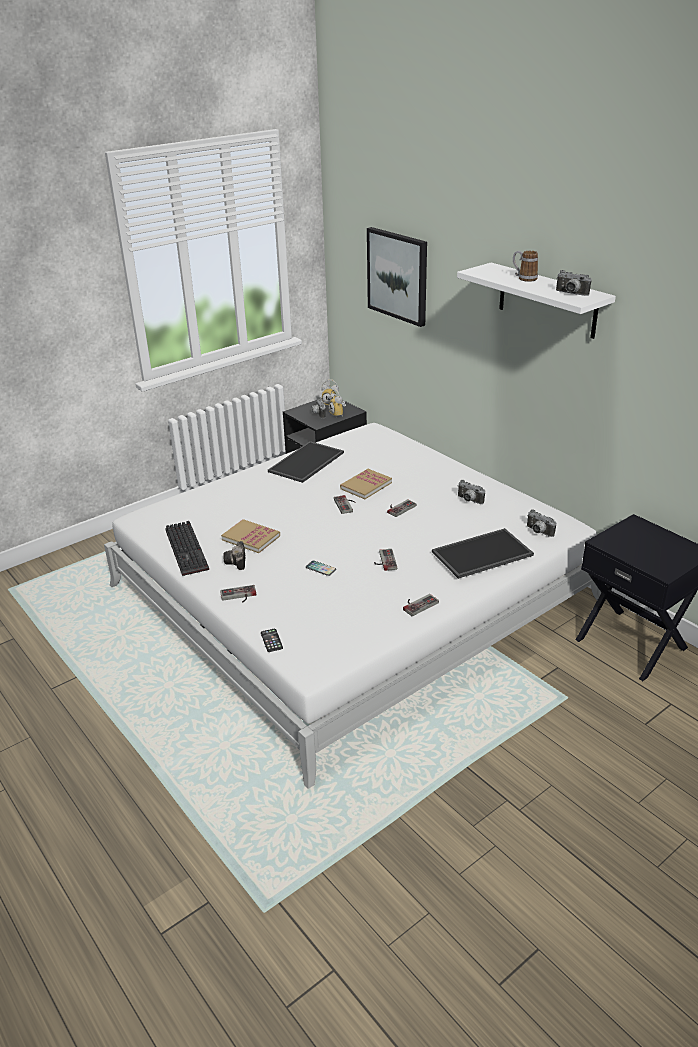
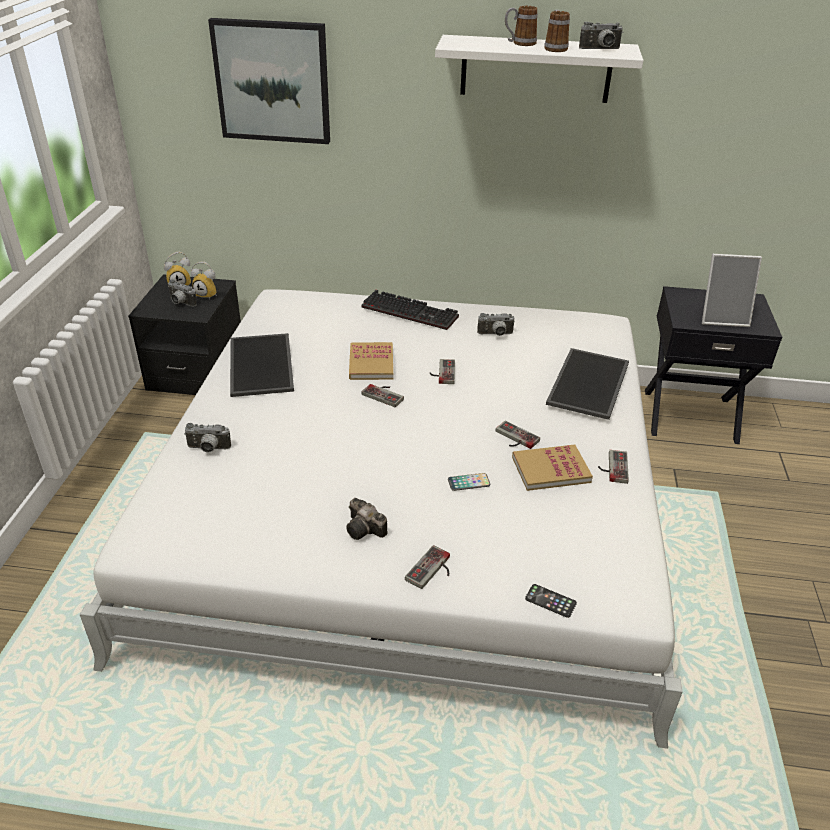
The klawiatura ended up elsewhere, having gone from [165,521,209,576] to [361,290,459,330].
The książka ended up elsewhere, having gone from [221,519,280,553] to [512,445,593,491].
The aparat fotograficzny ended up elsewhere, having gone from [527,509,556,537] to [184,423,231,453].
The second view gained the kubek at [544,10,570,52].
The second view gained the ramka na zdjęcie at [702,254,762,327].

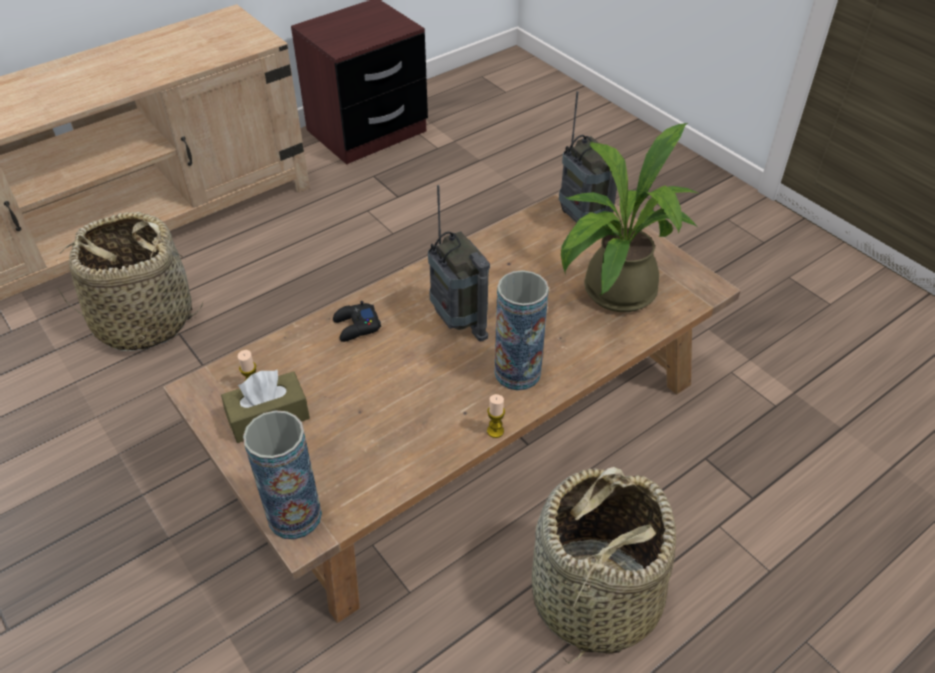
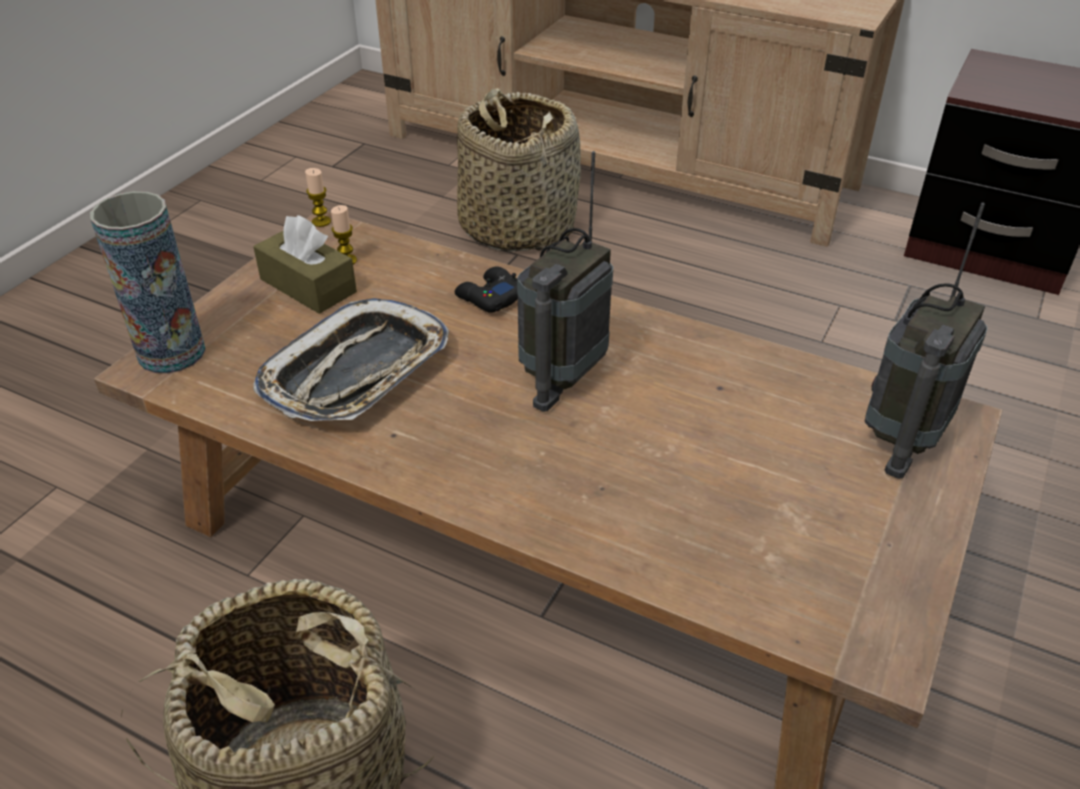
The świeca ended up elsewhere, having gone from [487,394,505,438] to [305,168,331,227].
The second view lost the wazon at [494,270,549,391].
The second view lost the roślina doniczkowa at [561,123,700,312].
The second view gained the taca at [253,298,449,421].

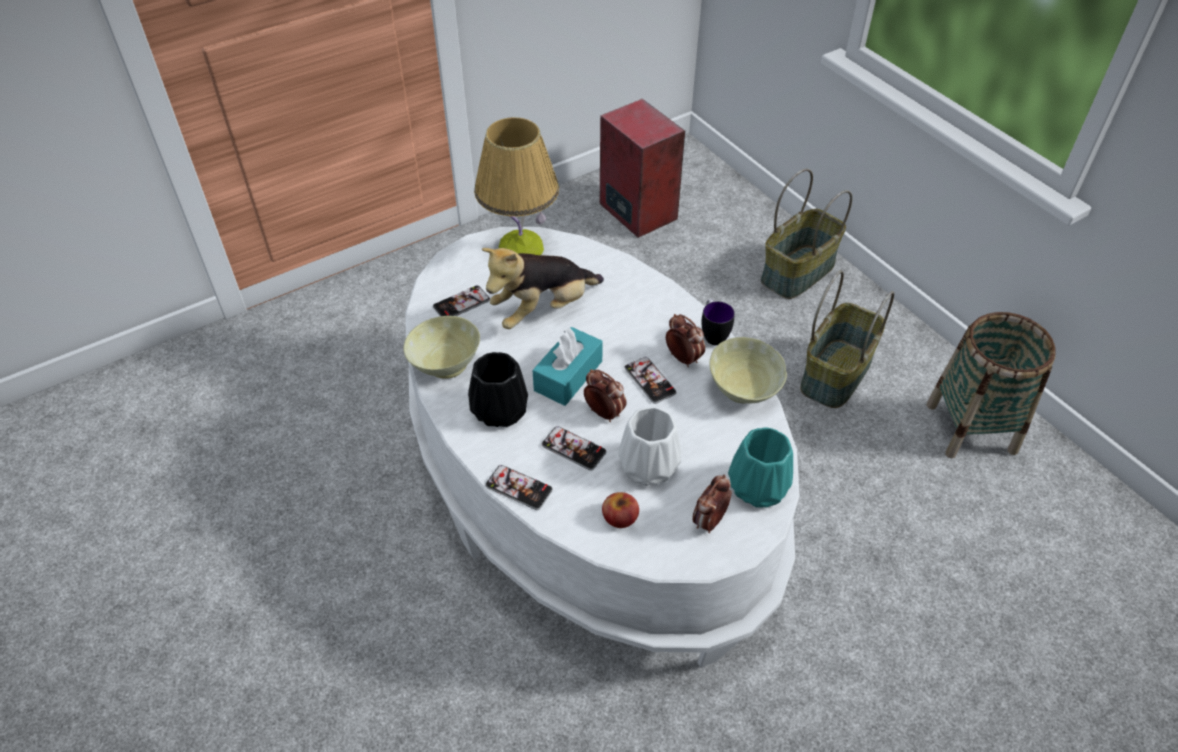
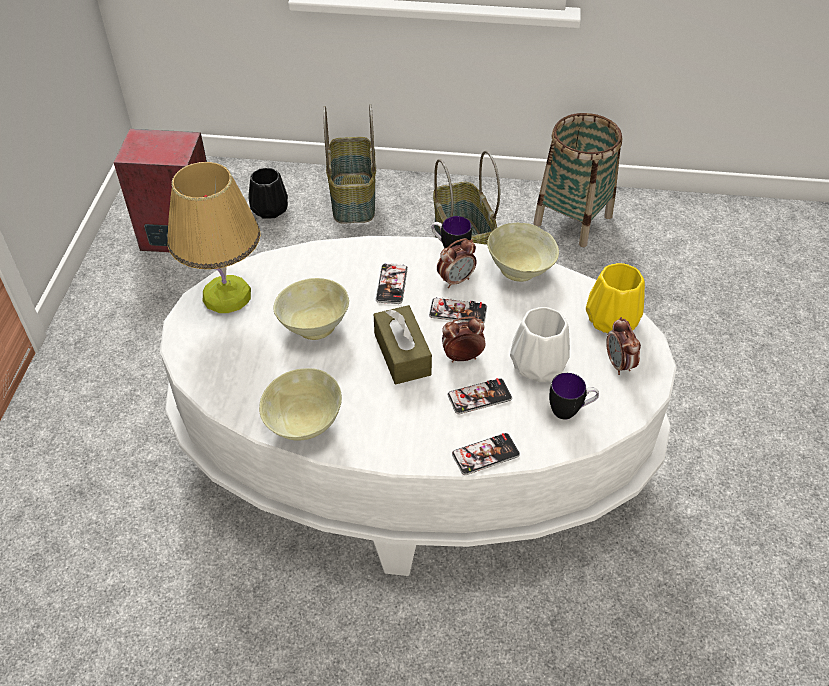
The telefon ended up elsewhere, having gone from [433,285,490,316] to [376,263,408,304].
The wazon [czarny] ended up elsewhere, having gone from [468,352,528,427] to [248,168,288,219].
Where the pluszak stood at [482,248,604,329], the miska [beżowy] came to stand at [274,278,349,340].
What was the pudełko chusteczek [turkusowy] at [532,327,603,406] turned into the pudełko chusteczek [brązowy] at [374,305,432,384].
Where the jabłko stood at [602,492,639,528], the kubek came to stand at [549,373,599,420].
The budzik at [666,314,705,367] ended up facing another way, 150 degrees clockwise from before.
What was the wazon [turkusowy] at [728,427,793,508] turned into the wazon [żółty] at [586,263,645,334].

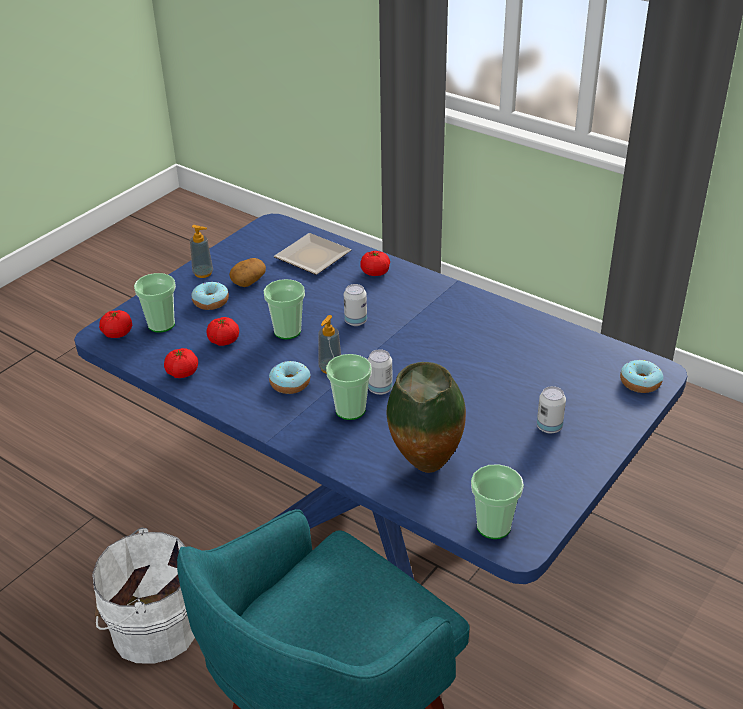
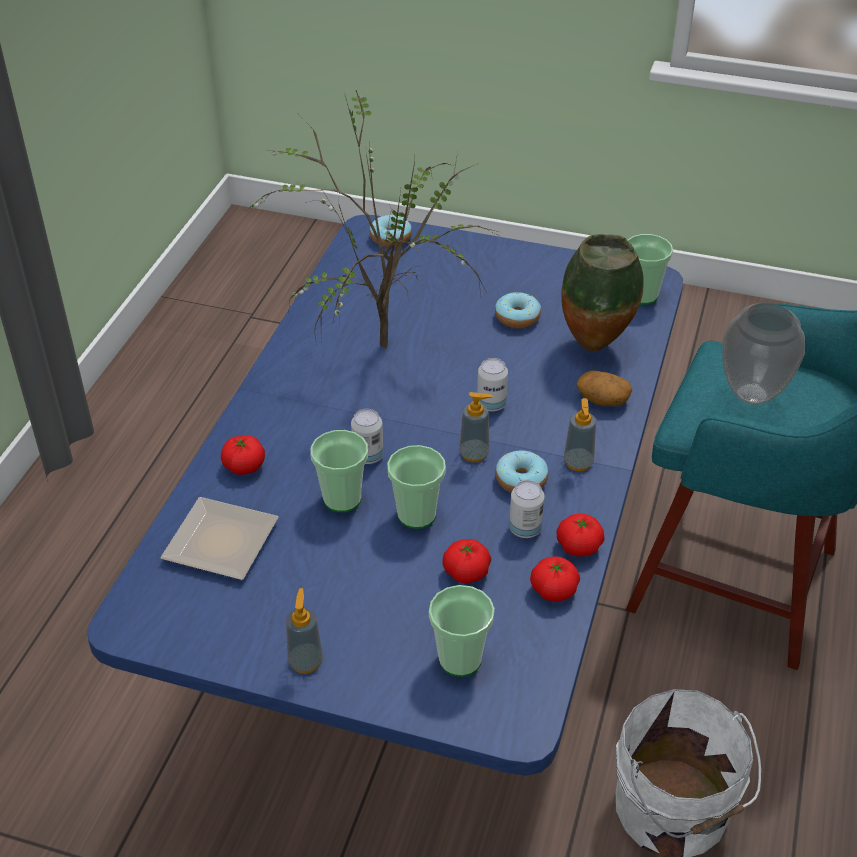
The pomidor ended up elsewhere, having gone from [99,310,132,338] to [557,514,605,557].
The donut ended up elsewhere, having gone from [192,282,229,310] to [495,292,541,328].
The ziemniak ended up elsewhere, having gone from [229,258,266,287] to [577,370,632,406].
The filiżanka ended up elsewhere, having gone from [326,354,372,420] to [310,430,368,512].
The puszka ended up elsewhere, having gone from [537,386,566,433] to [509,480,545,538].
The second view gained the roślina doniczkowa at [247,90,498,348].
The second view gained the dozownik mydła at [563,398,596,471].
The second view gained the wazon at [722,303,805,405].

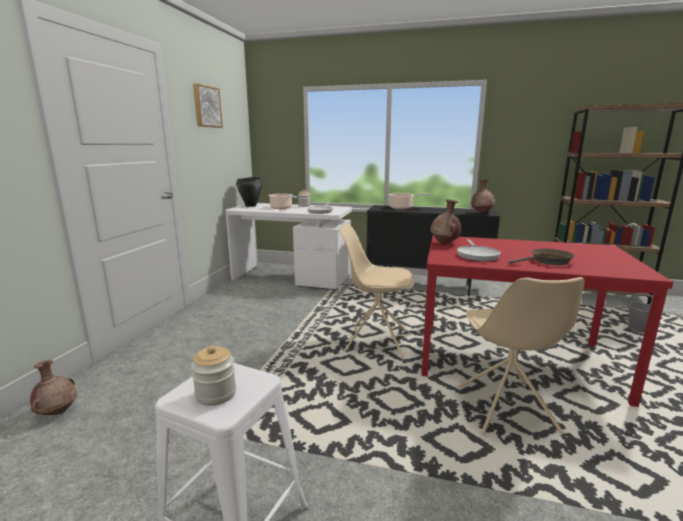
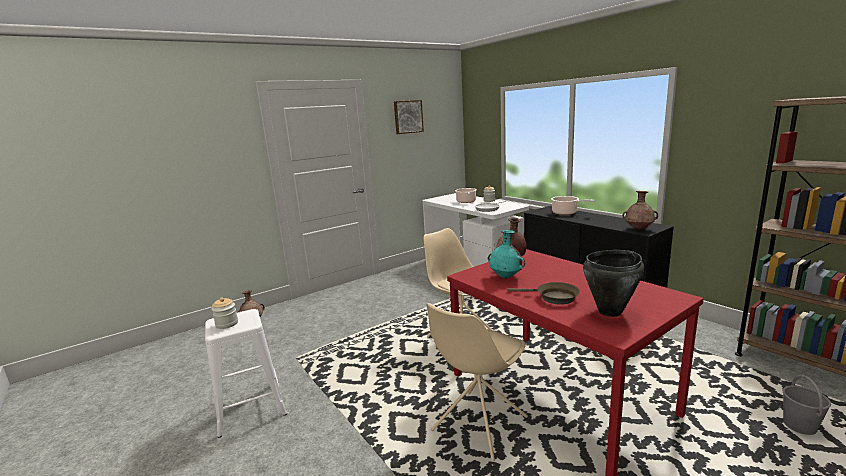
The garnek [czarny] ended up elsewhere, having gone from [236,177,263,207] to [583,250,644,317].
Where the patelnia stood at [457,239,501,261], the wazon [turkusowy] came to stand at [488,230,525,279].

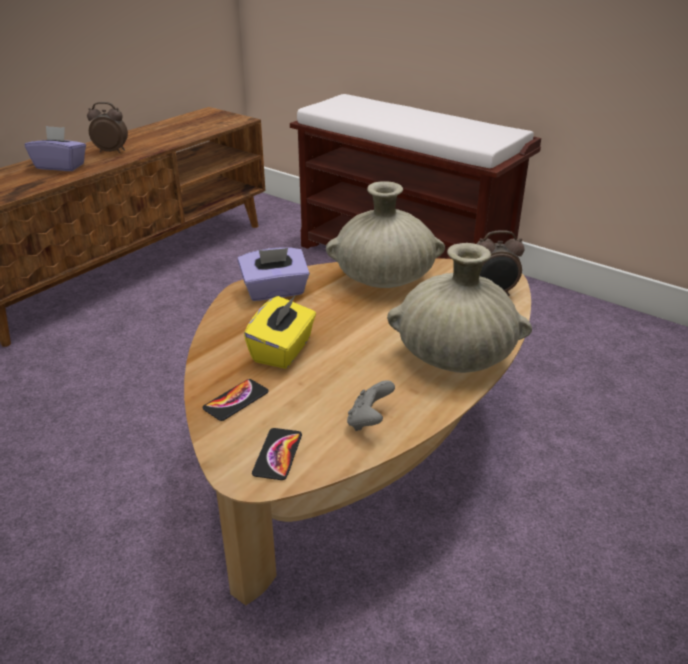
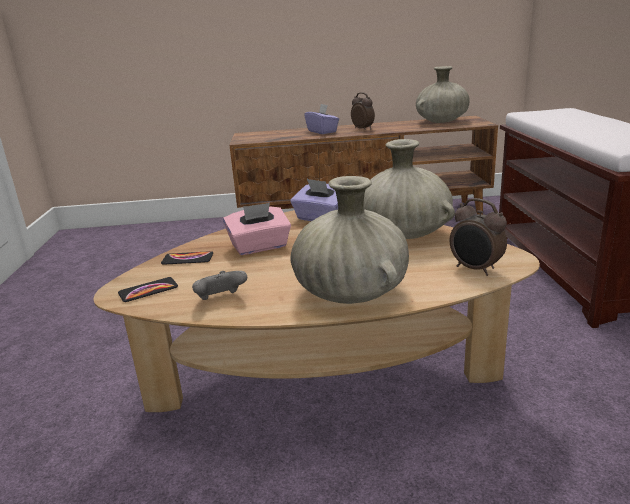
What was the pudełko chusteczek [żółty] at [244,296,316,369] turned into the pudełko chusteczek [różowy] at [223,203,291,255].
The second view gained the wazon [beżowy] at [416,66,470,123].

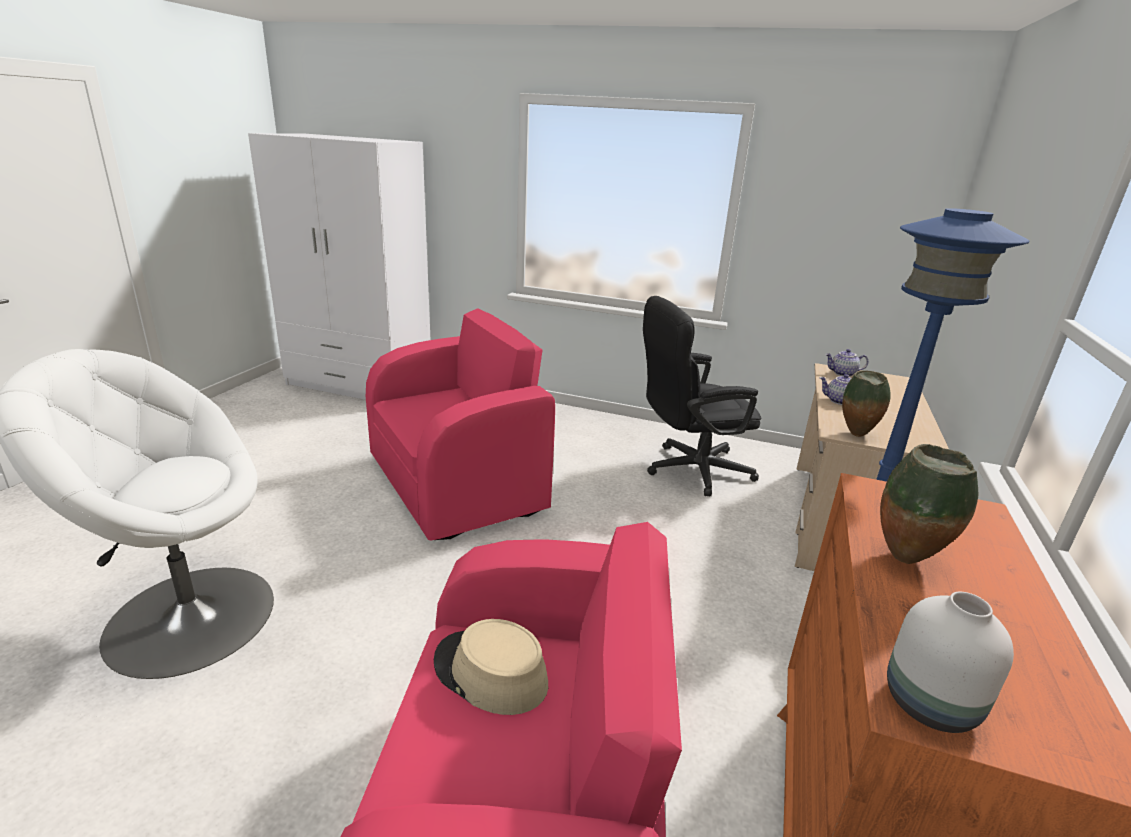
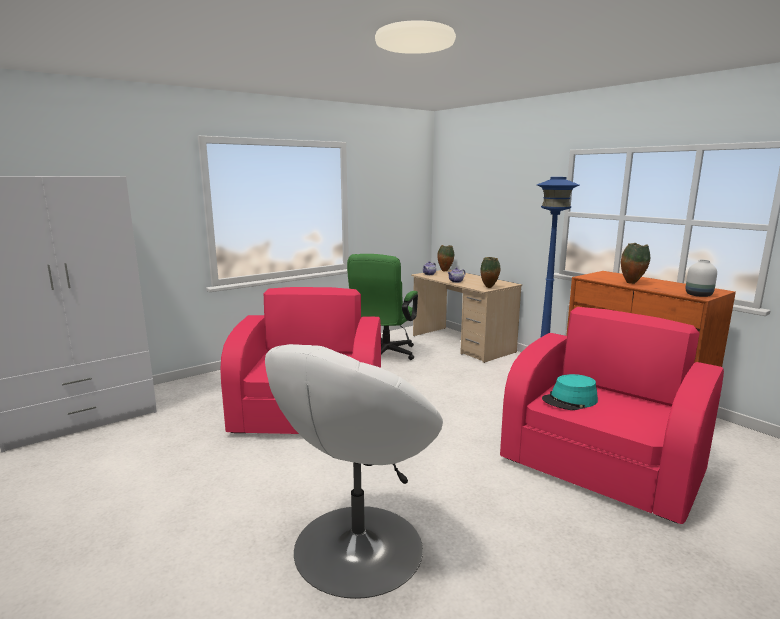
What was the kapelusz [beżowy] at [434,619,548,715] turned into the kapelusz [turkusowy] at [542,374,598,410].
What was the krzesło biurowe [czarny] at [643,296,762,497] turned into the krzesło biurowe [zielony] at [347,254,418,360].
The second view gained the wazon at [437,245,454,271].

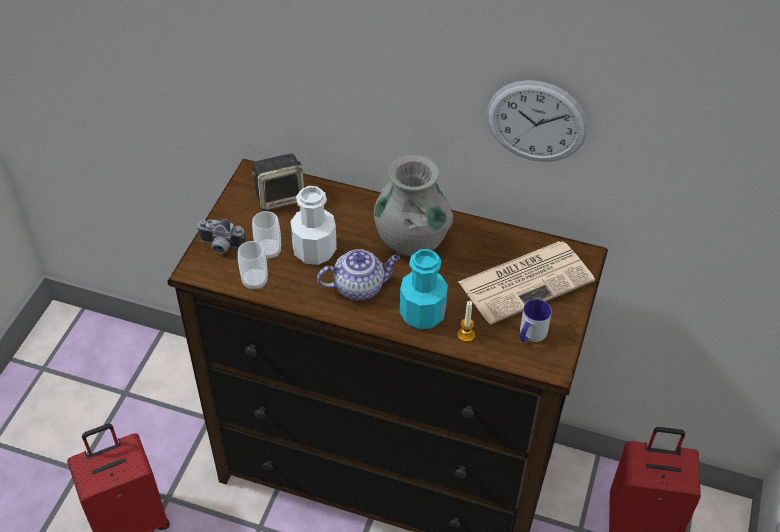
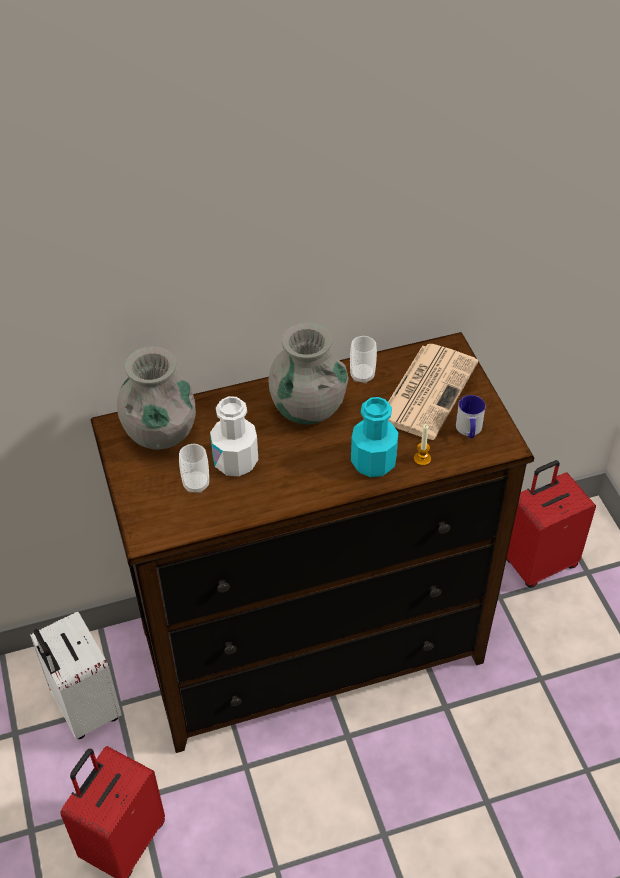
The second view lost the aparat fotograficzny at [197,219,246,254].
The filiżanka ended up elsewhere, having gone from [238,241,268,290] to [350,336,377,383].
Where the głośnik stood at [252,154,304,211], the wazon [szary] came to stand at [117,346,196,450].
The second view lost the imbryk at [317,249,400,301].
The second view lost the zegar ścienny at [487,80,588,162].
The second view gained the walizka [biały] at [30,611,122,739].

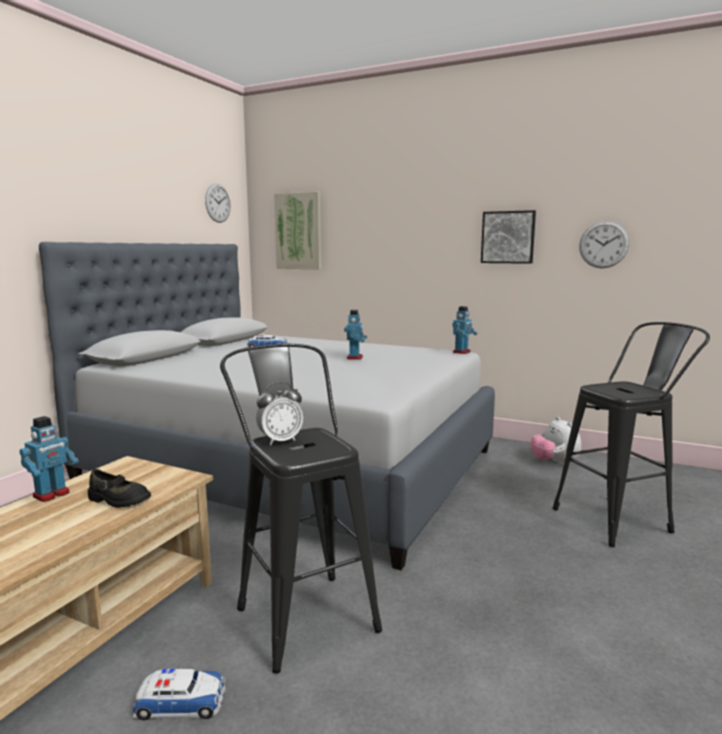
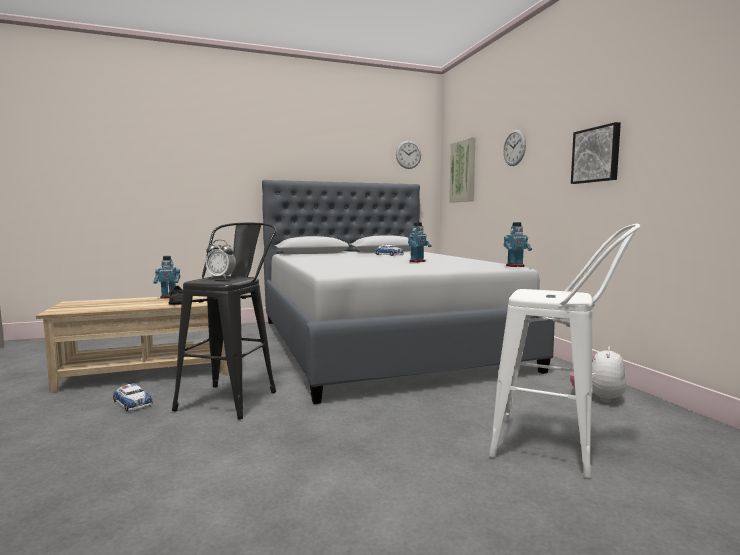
What was the stołek [czarny] at [553,322,710,547] turned into the stołek [biały] at [489,223,640,478].
The zegar ścienny ended up elsewhere, having gone from [579,221,630,268] to [503,129,526,166].

